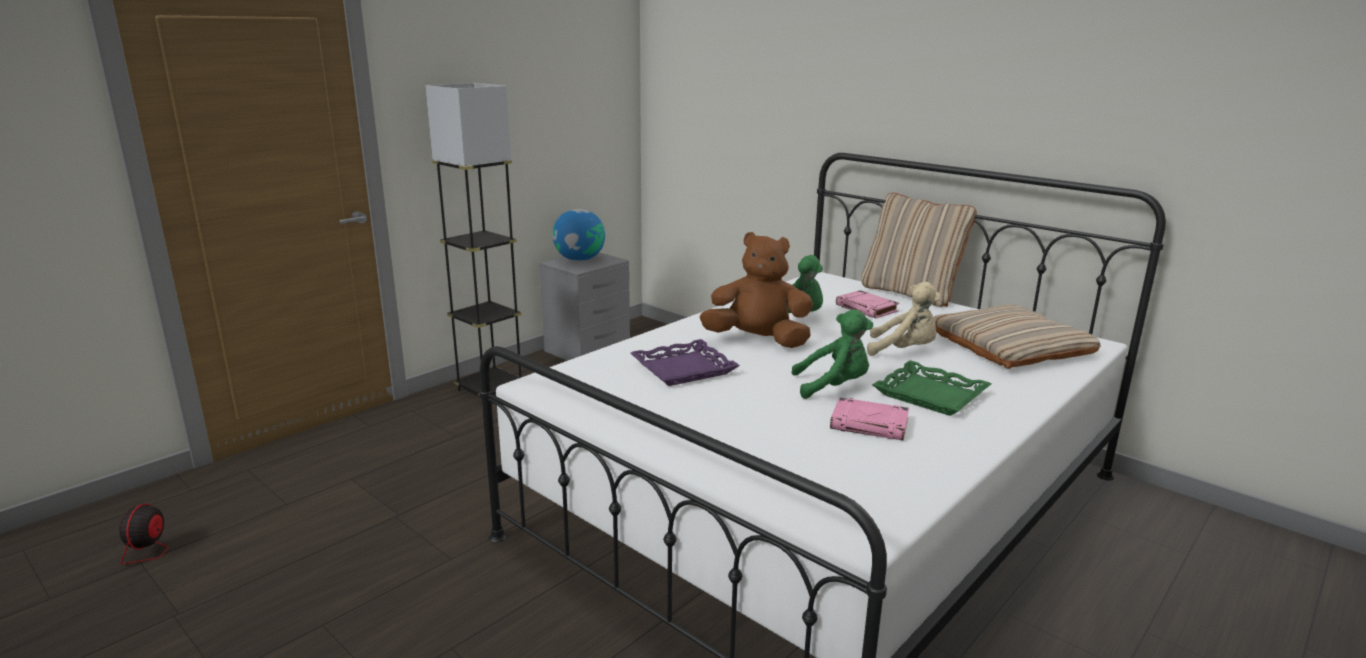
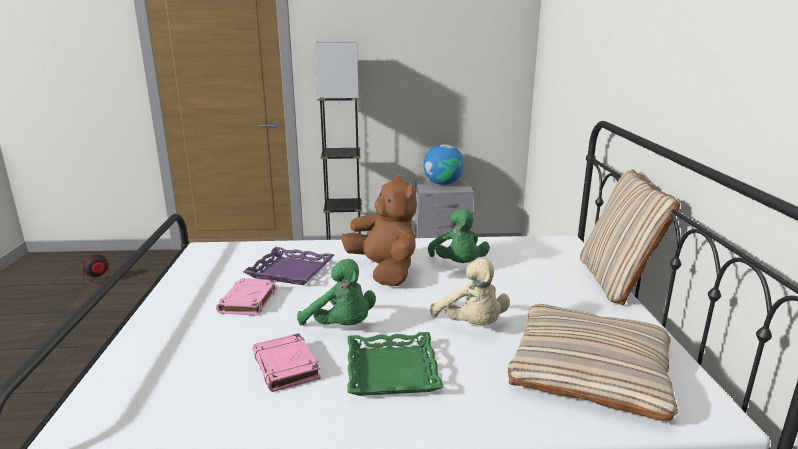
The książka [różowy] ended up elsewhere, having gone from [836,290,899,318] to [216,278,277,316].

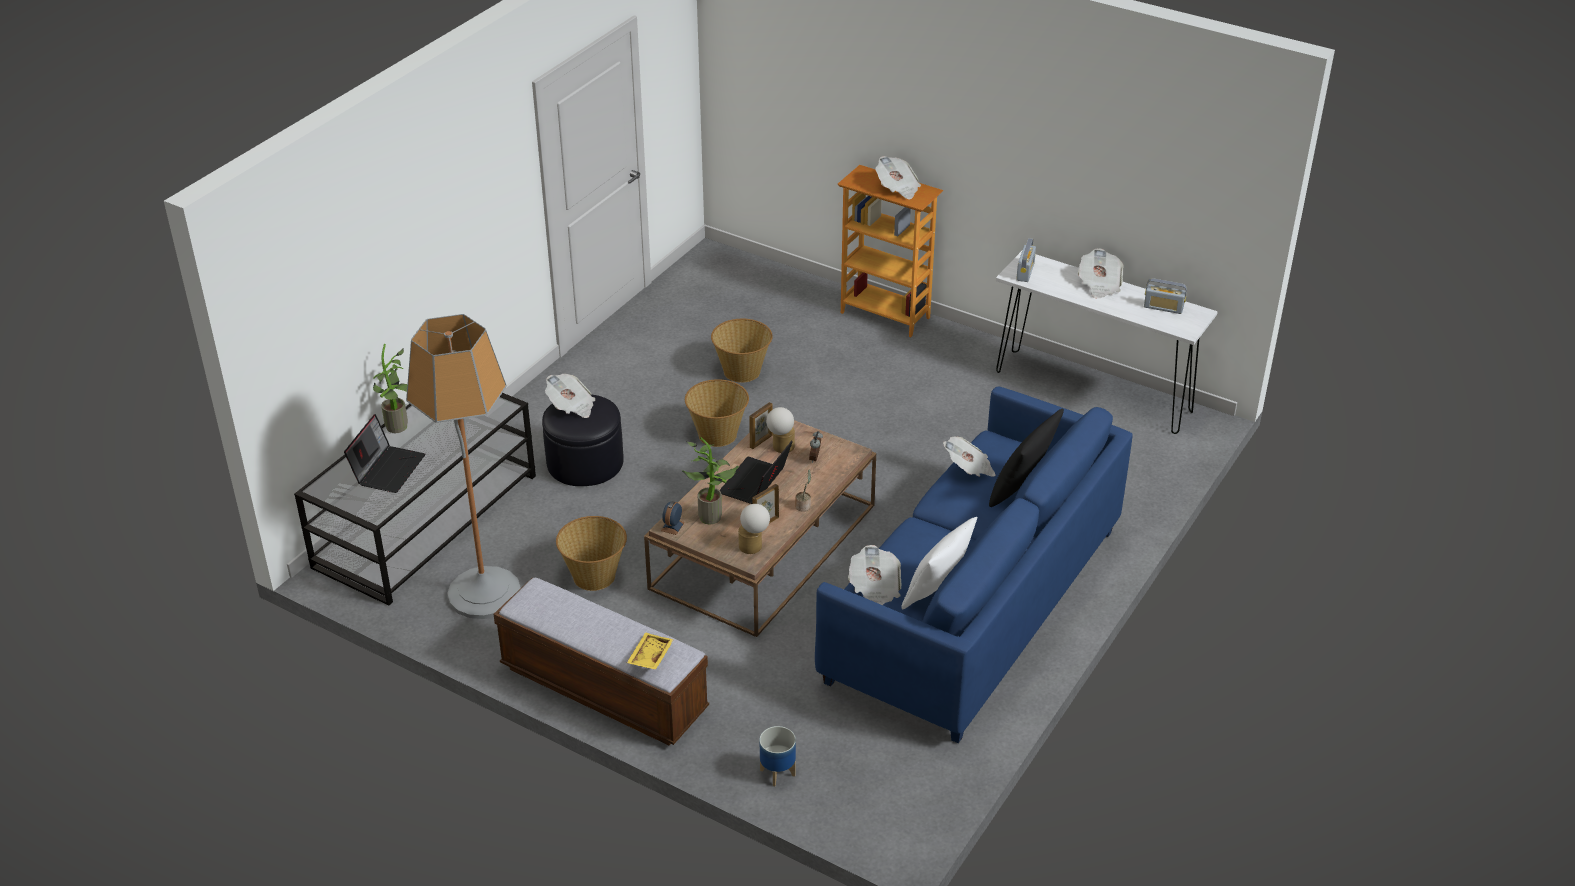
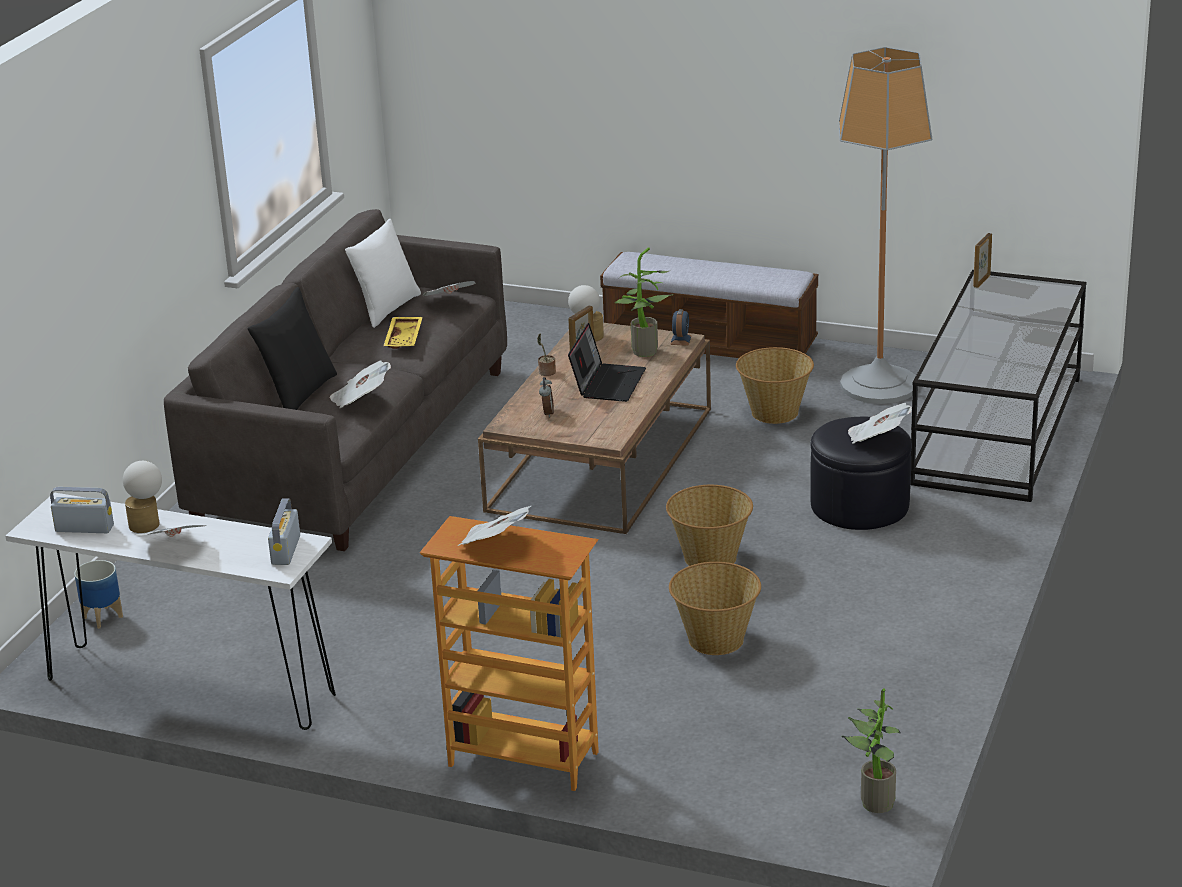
The second view lost the laptop at [344,414,425,493].
The roślina doniczkowa ended up elsewhere, having gone from [373,344,408,433] to [842,688,901,813].
The taca [żółty] ended up elsewhere, having gone from [627,632,674,670] to [384,317,423,349].
The ramka na zdjęcie ended up elsewhere, having gone from [750,402,773,449] to [973,233,992,288].
The donica ended up elsewhere, having gone from [760,726,796,786] to [74,560,123,629].
The lampa stołowa ended up elsewhere, having gone from [766,407,795,453] to [123,461,162,533].
What was the kanapa [niebieski] at [815,387,1133,743] turned into the kanapa [szary] at [164,209,507,551].

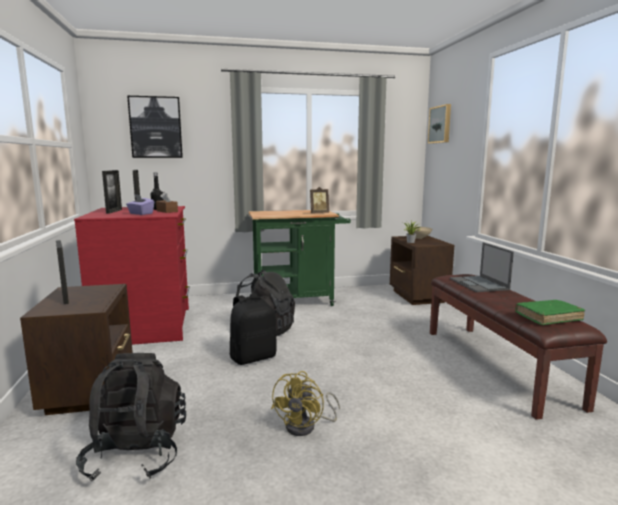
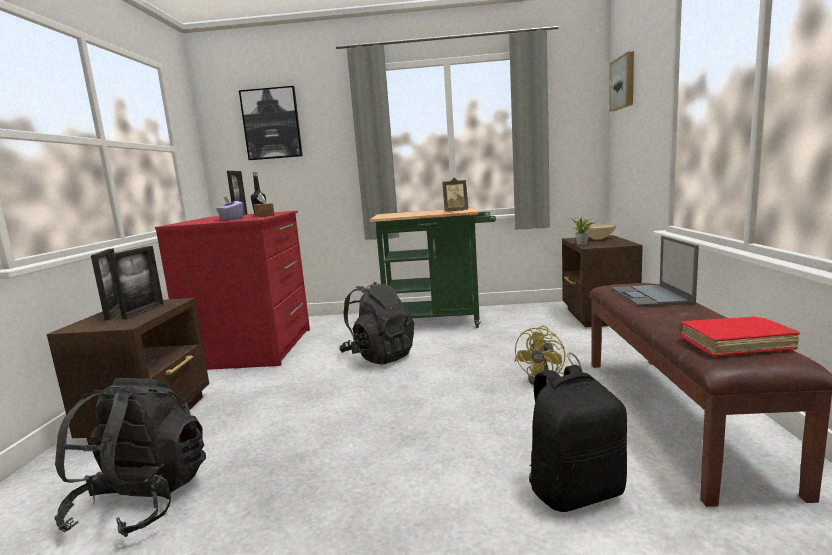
The ramka na zdjęcie ended up elsewhere, having gone from [102,170,122,214] to [109,246,164,319].
The plecak [czarny] ended up elsewhere, having gone from [230,293,277,365] to [529,365,627,512].
The wentylator [żółty] ended up elsewhere, having gone from [271,371,340,436] to [514,326,582,385].
What was the książka [zielony] at [515,300,585,325] turned into the książka [czerwony] at [679,317,800,357].

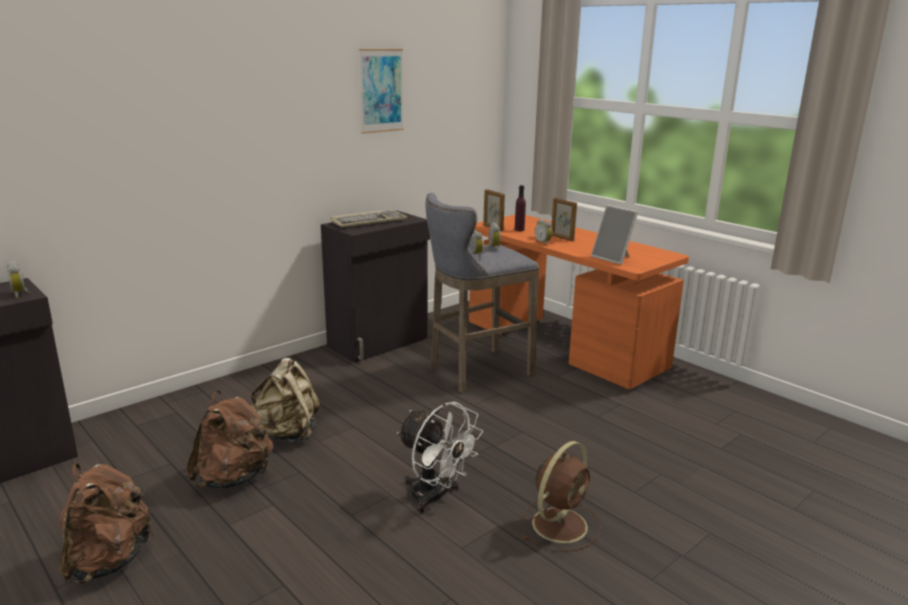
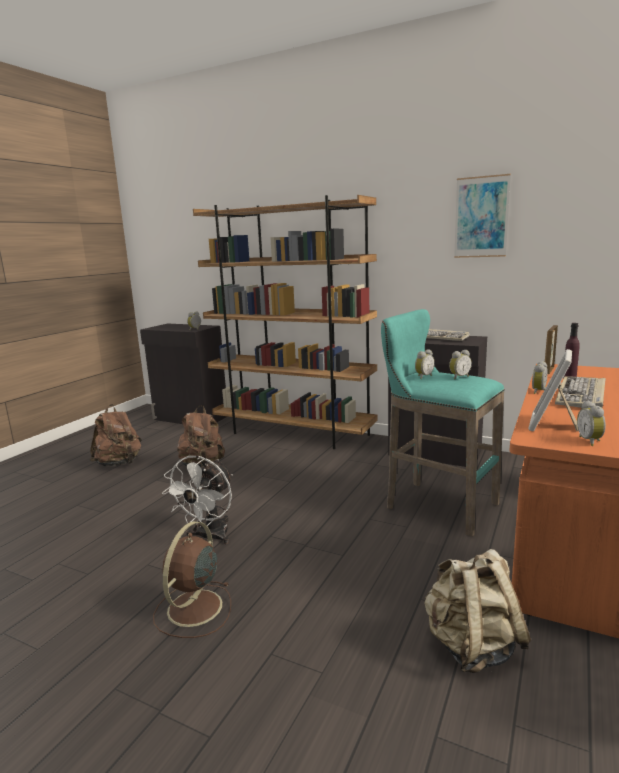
The plecak [beżowy] ended up elsewhere, having gone from [249,358,320,443] to [424,549,531,673].
What was the stołek [szary] at [426,193,539,393] turned into the stołek [turkusowy] at [381,309,505,537].
The wentylator [brązowy] at [522,441,602,552] ended up facing another way, 90 degrees clockwise from before.
Where the ramka na zdjęcie stood at [551,198,577,241], the klawiatura came to stand at [555,376,606,408].
The second view gained the regał [brązowy] at [193,195,378,449].
The second view gained the budzik at [577,400,606,446].

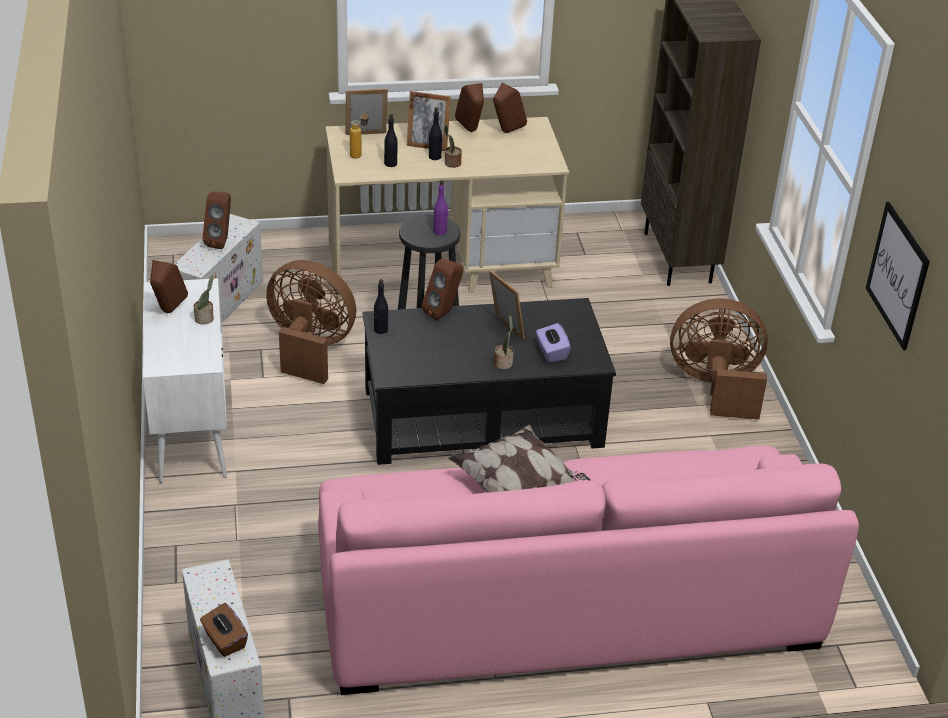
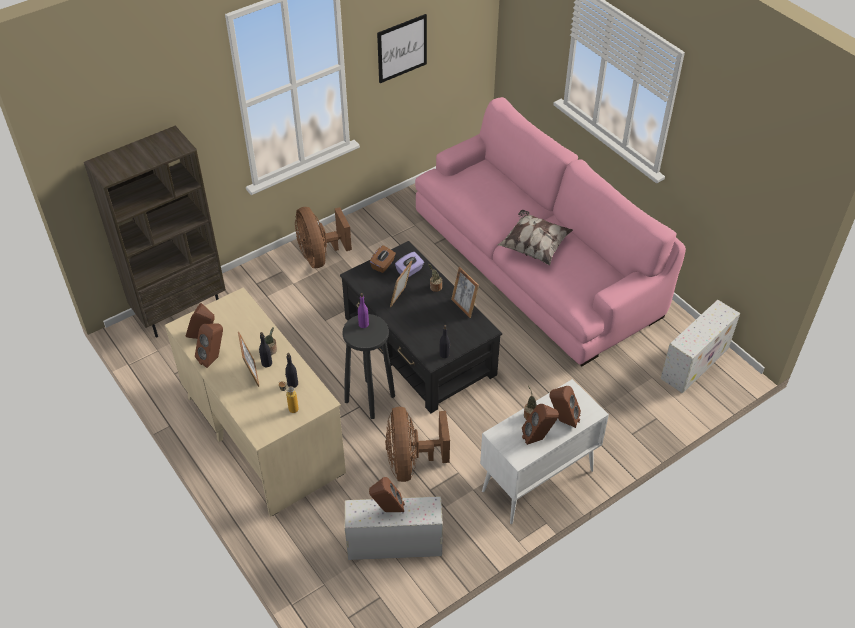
The pudełko chusteczek [brązowy] ended up elsewhere, having gone from [200,603,248,657] to [370,245,396,273].
The ramka na zdjęcie ended up elsewhere, having gone from [346,89,388,135] to [451,267,479,318].
The głośnik [brązowy] ended up elsewhere, having gone from [422,259,464,321] to [549,386,581,428].

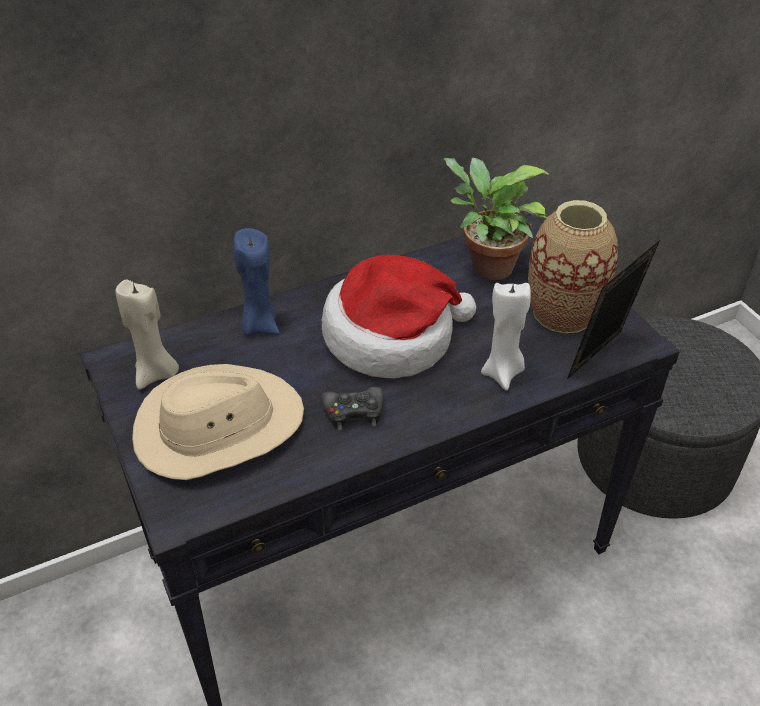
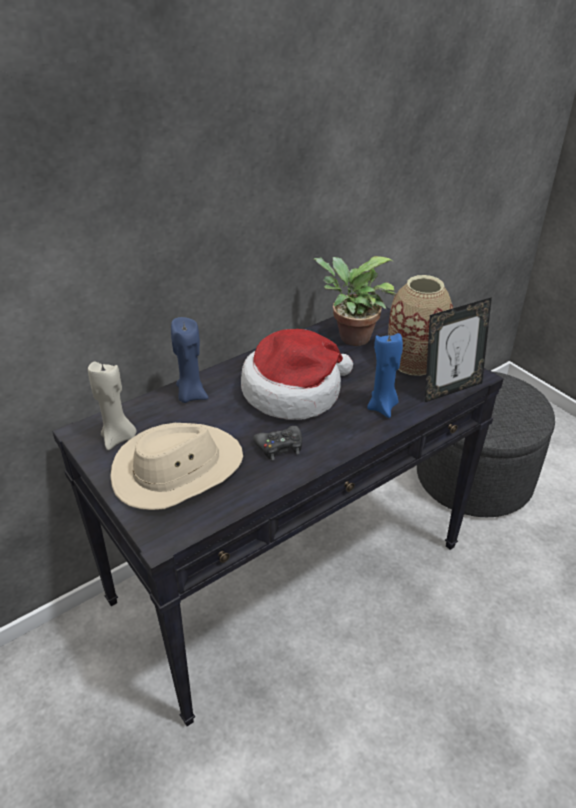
What was the świeca [biały] at [481,281,531,390] turned into the świeca [niebieski] at [367,333,403,418].
The ramka na zdjęcie at [567,240,660,379] ended up facing another way, 150 degrees counterclockwise from before.

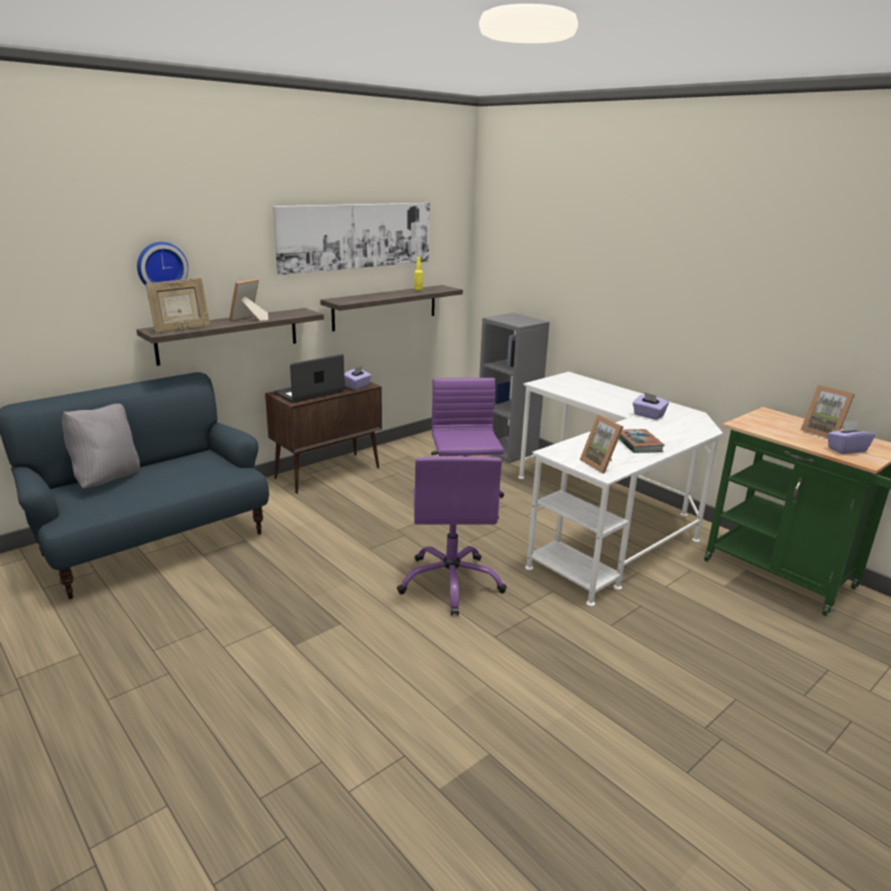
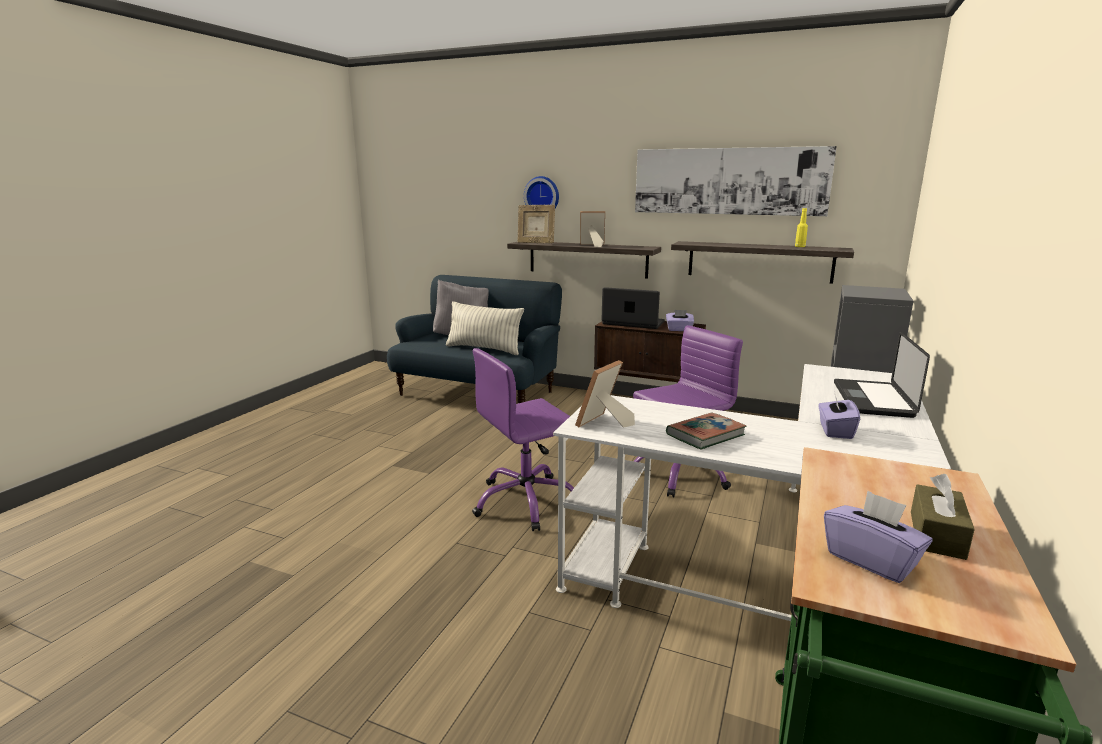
Where the ramka na zdjęcie stood at [801,385,855,438], the pudełko chusteczek [brązowy] came to stand at [911,474,975,560].
The second view gained the poduszka at [446,301,524,355].
The second view gained the laptop at [834,331,930,418].

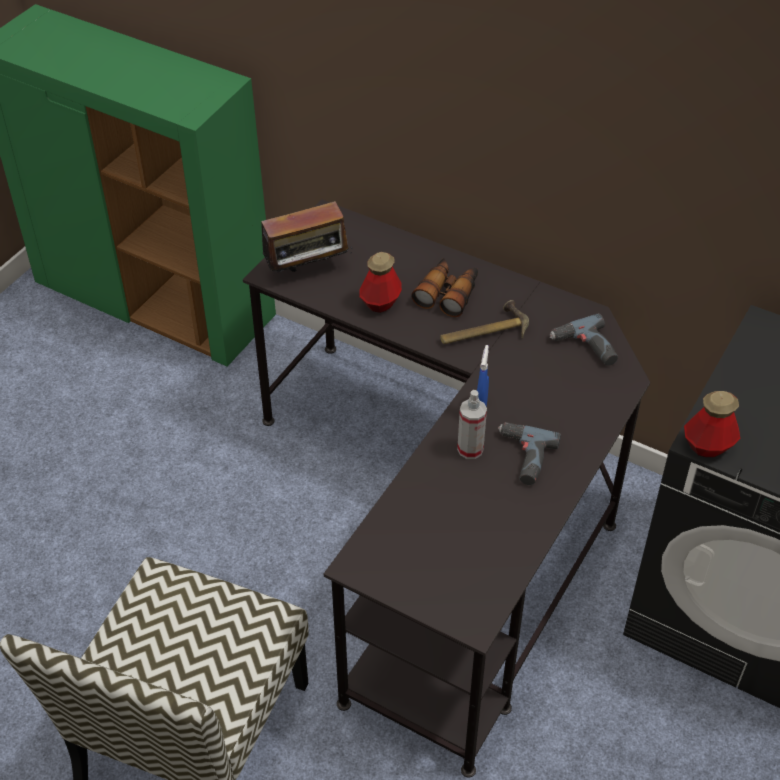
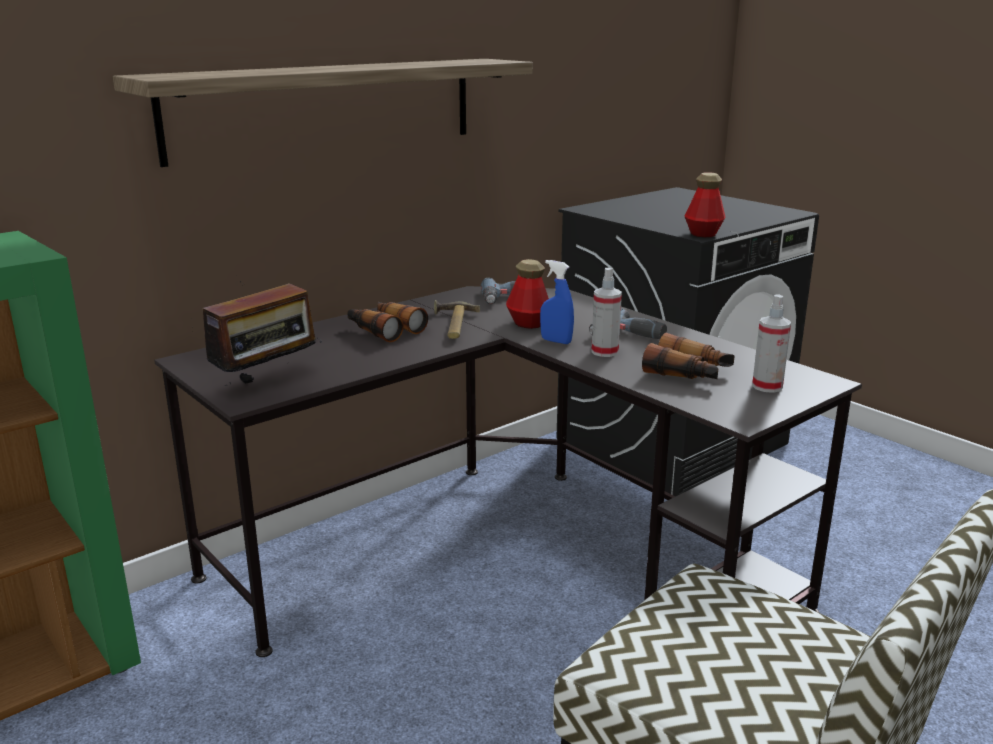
The radio at [261,201,352,274] ended up facing another way, 45 degrees clockwise from before.
The butelka ended up elsewhere, having gone from [359,252,402,313] to [506,259,549,329].
The second view gained the półka at [113,59,533,167].
The second view gained the lornetka at [642,333,735,379].
The second view gained the spryskiwacz at [752,294,791,393].

